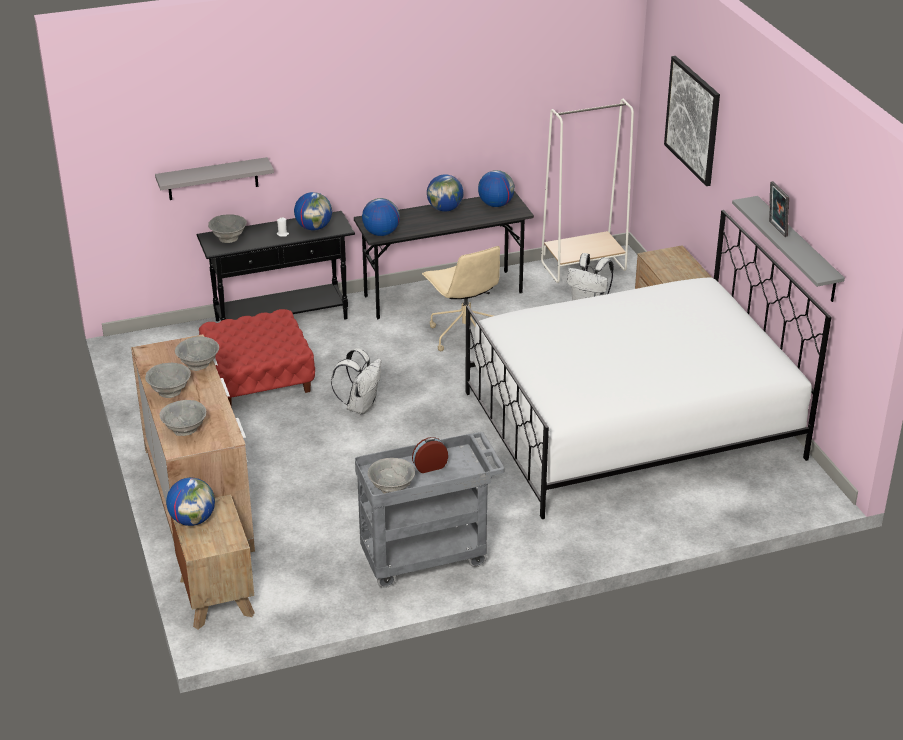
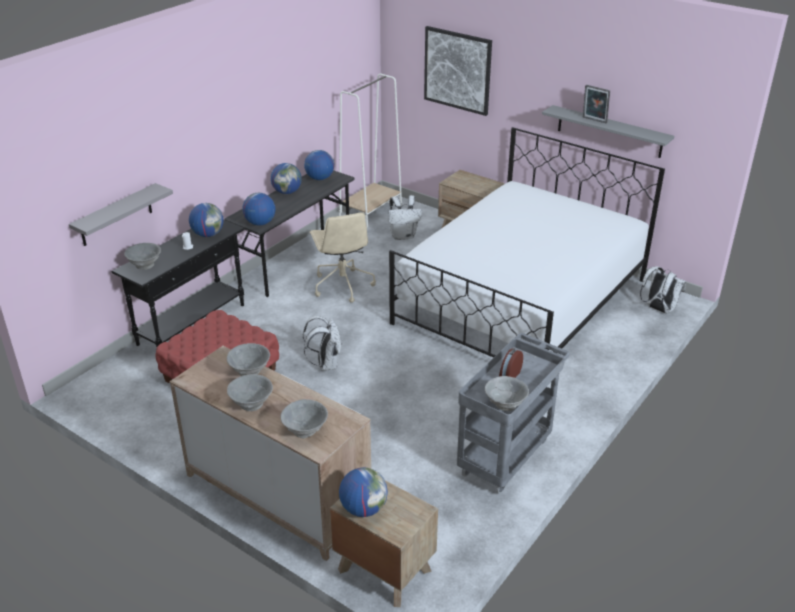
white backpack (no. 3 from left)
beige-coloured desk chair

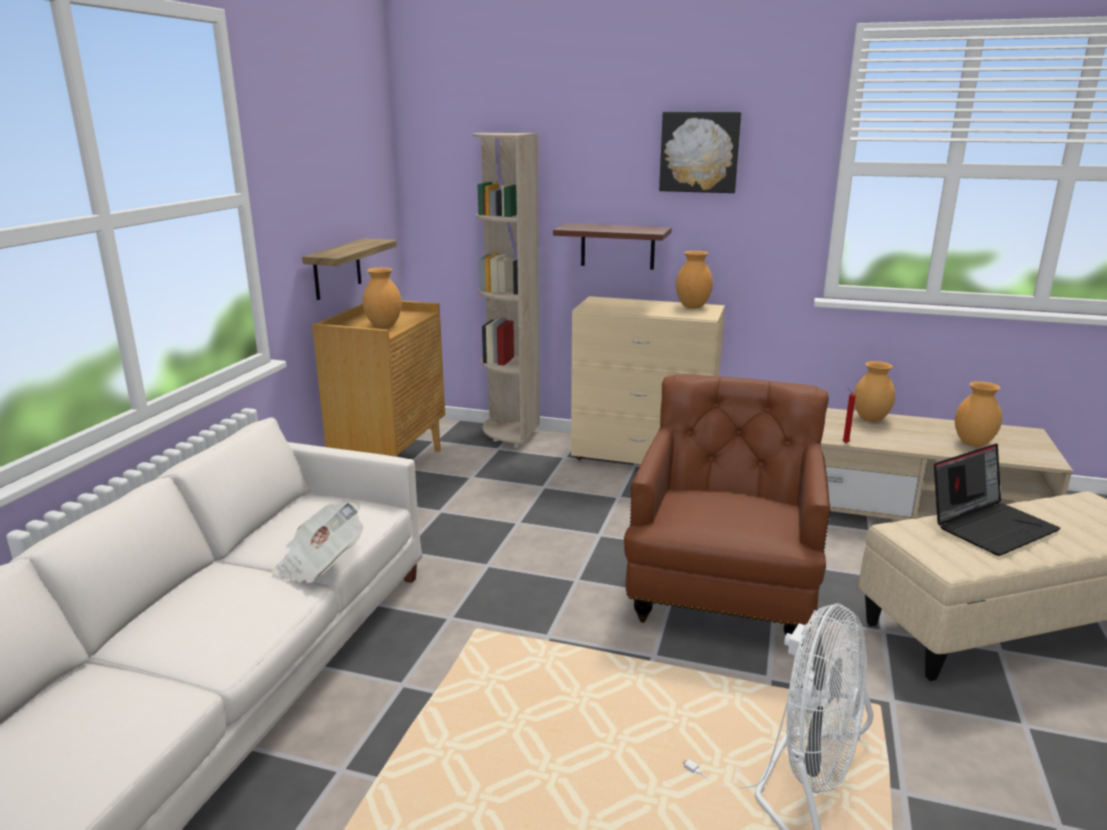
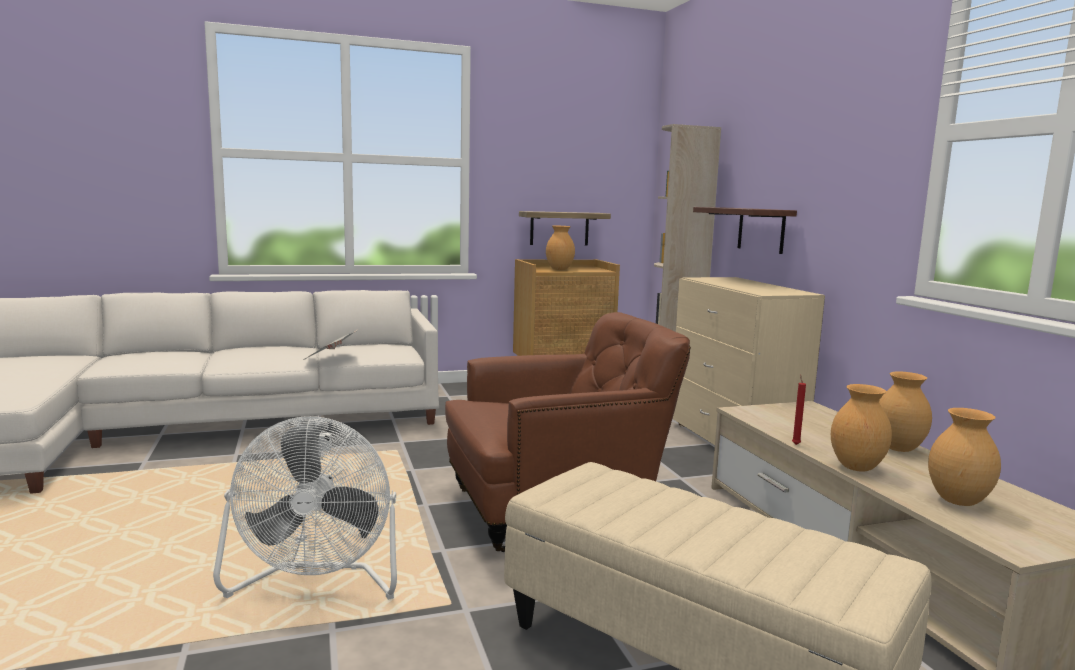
wall art
portable computer
brown flower vase (no. 2 from left)

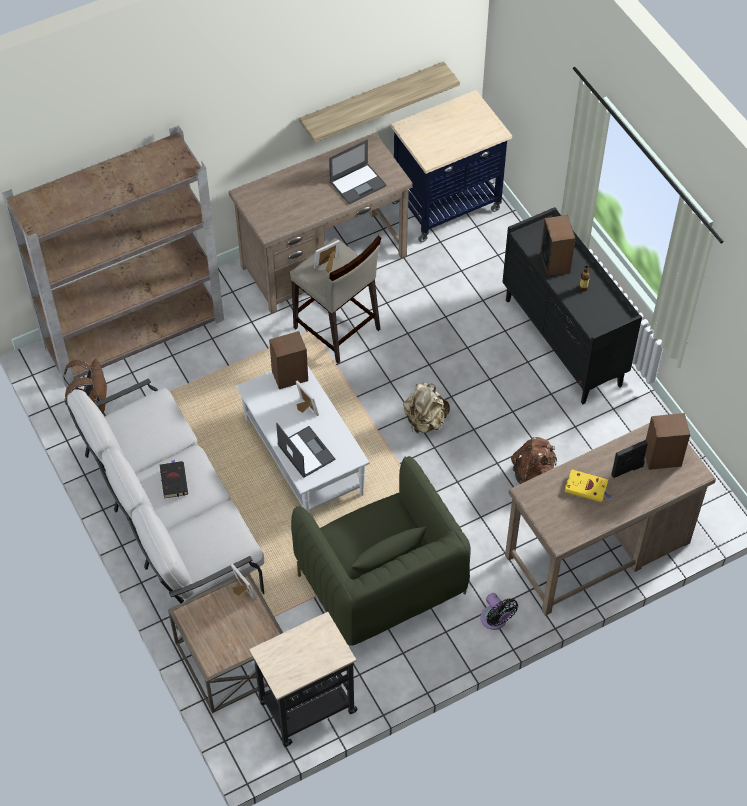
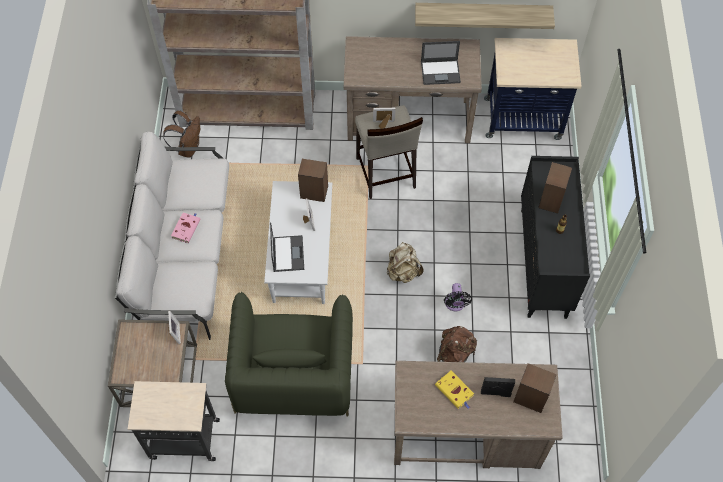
black electric fan
pink-coloured volume

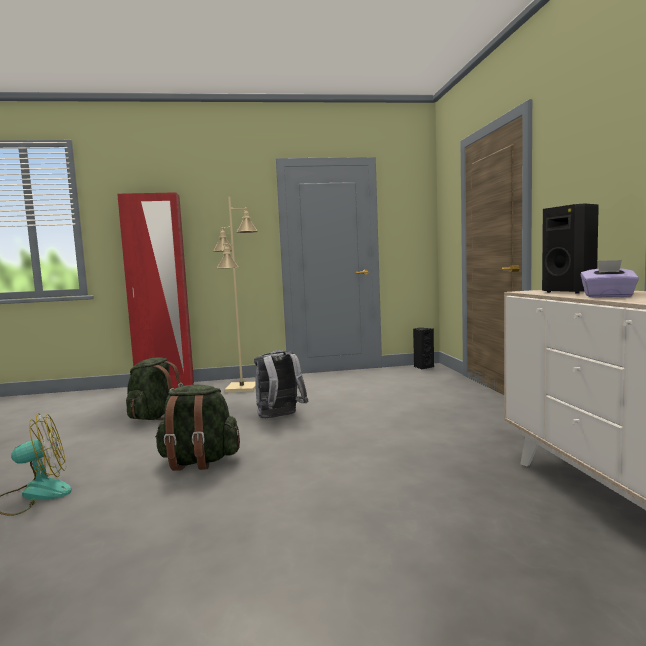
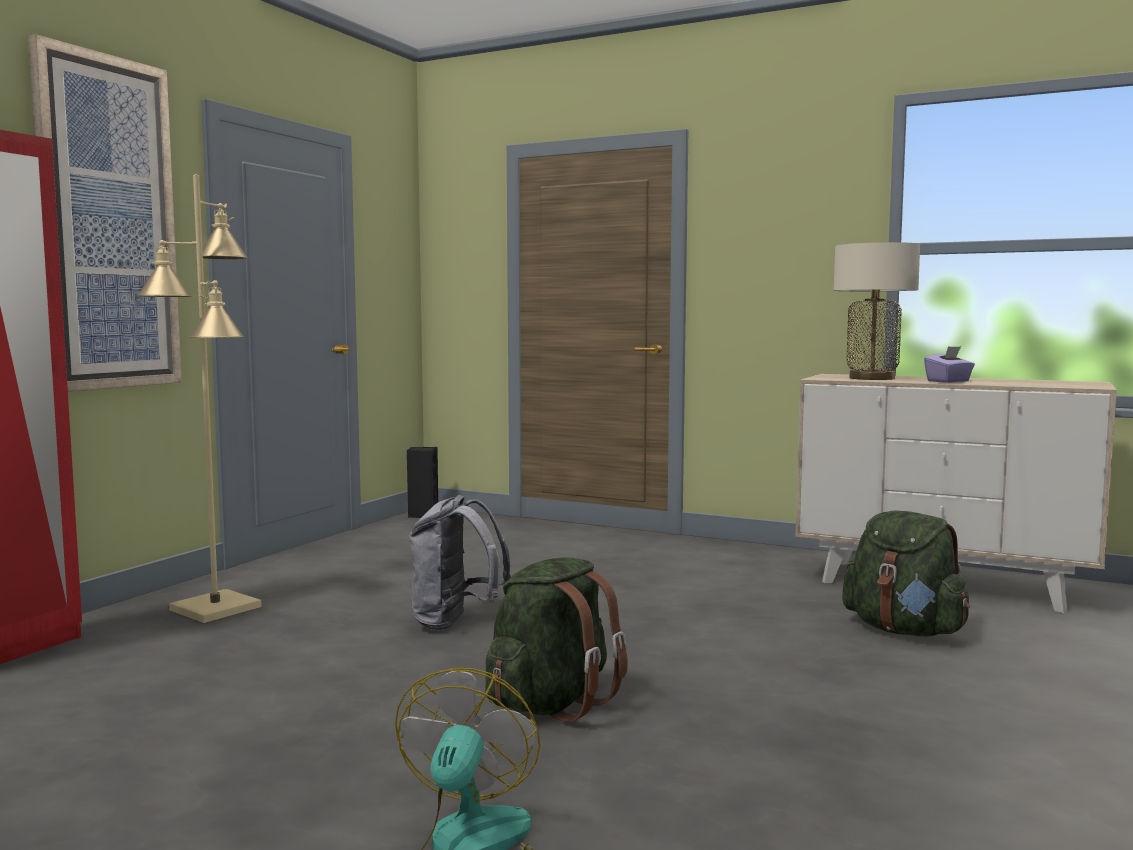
wall art
greenish backpack (no. 2 from left)
tabletop lamp

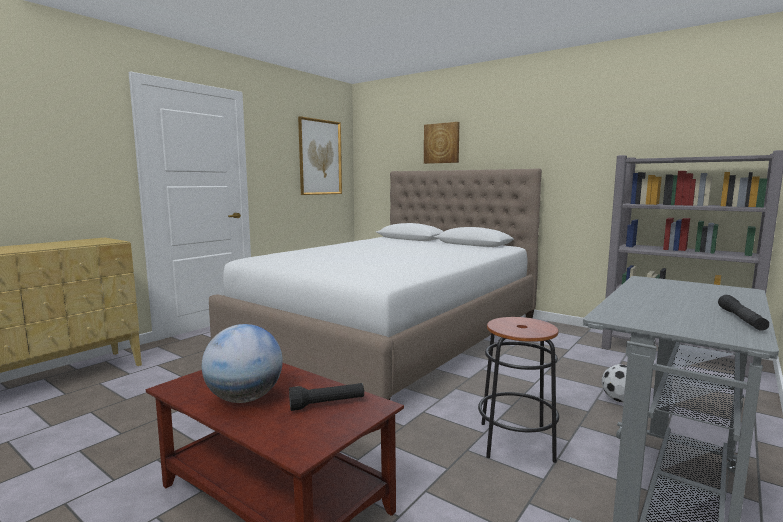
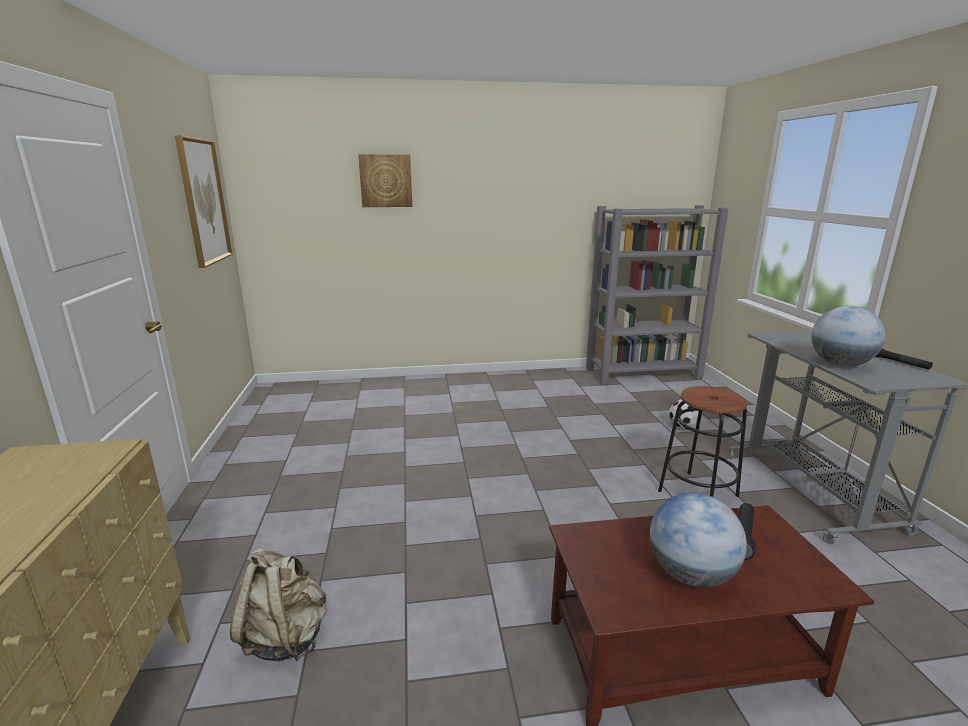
white sleeping bed
beige-coloured backpack
world globe (no. 2 from left)

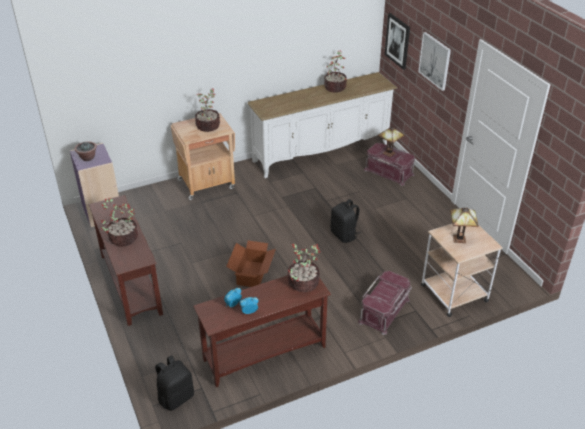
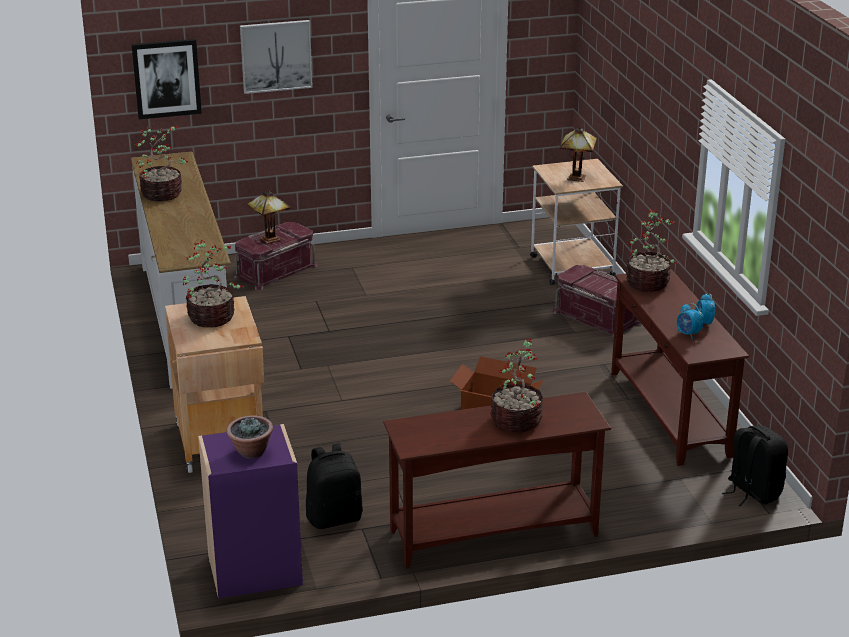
black backpack (no. 1 from left)

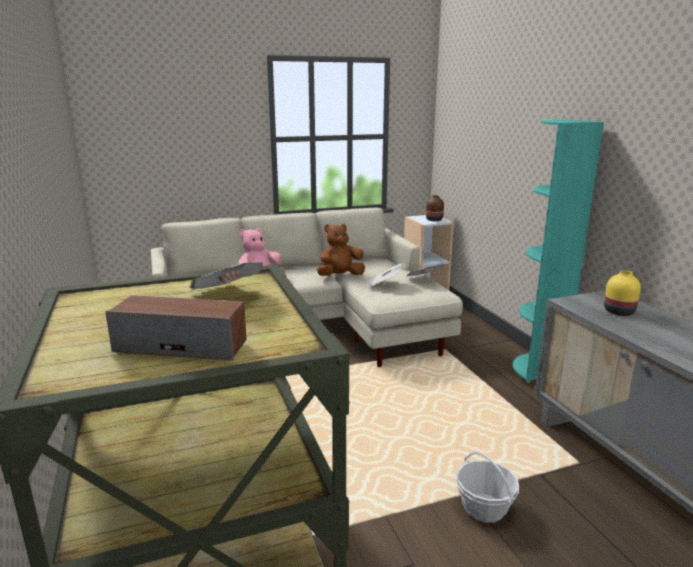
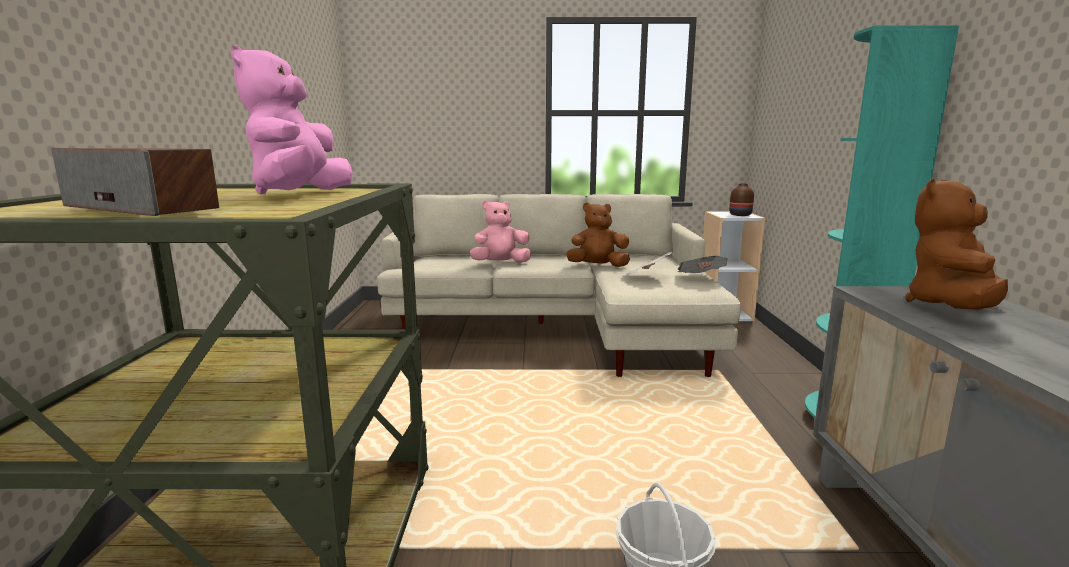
pink-coloured cuddly toy (no. 1 from left)
brown cuddly toy (no. 2 from left)

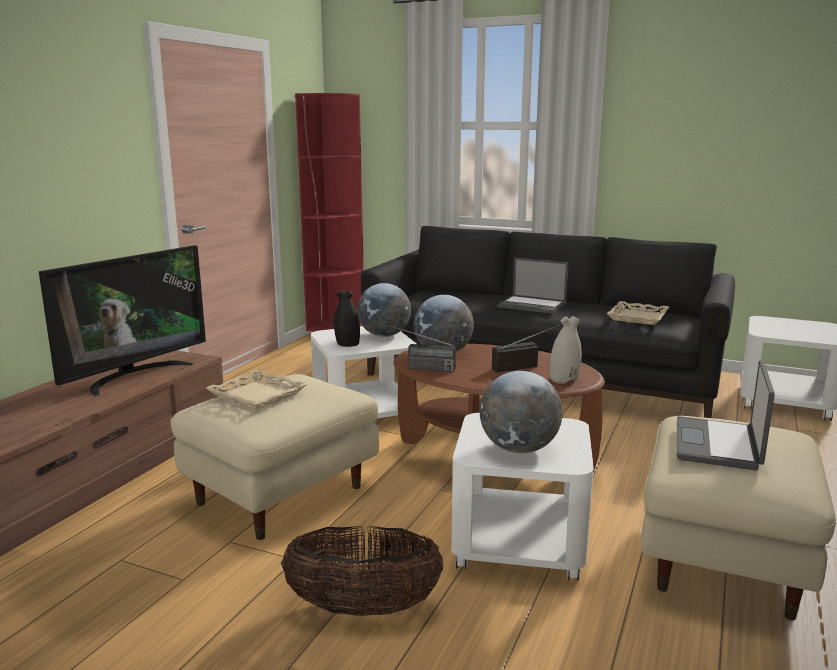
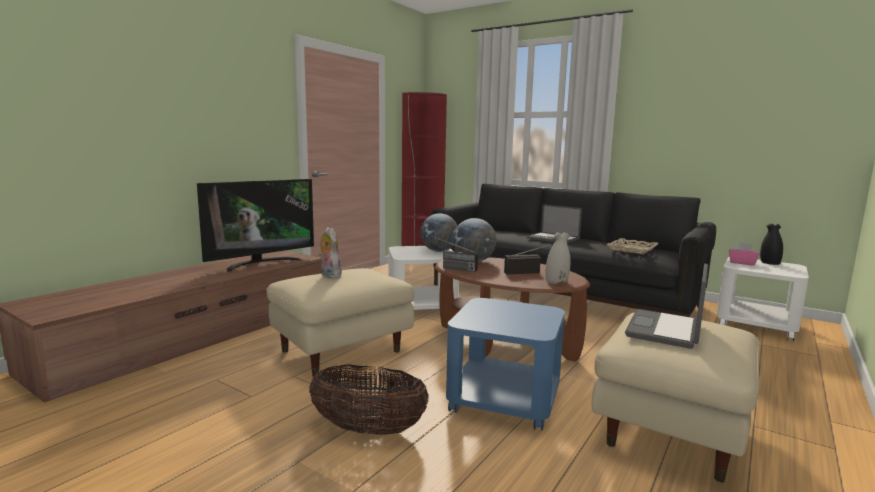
world globe (no. 3 from left in the first image)
pink-coloured box of tissues
black flower vase
cuddly toy
bluish accent table

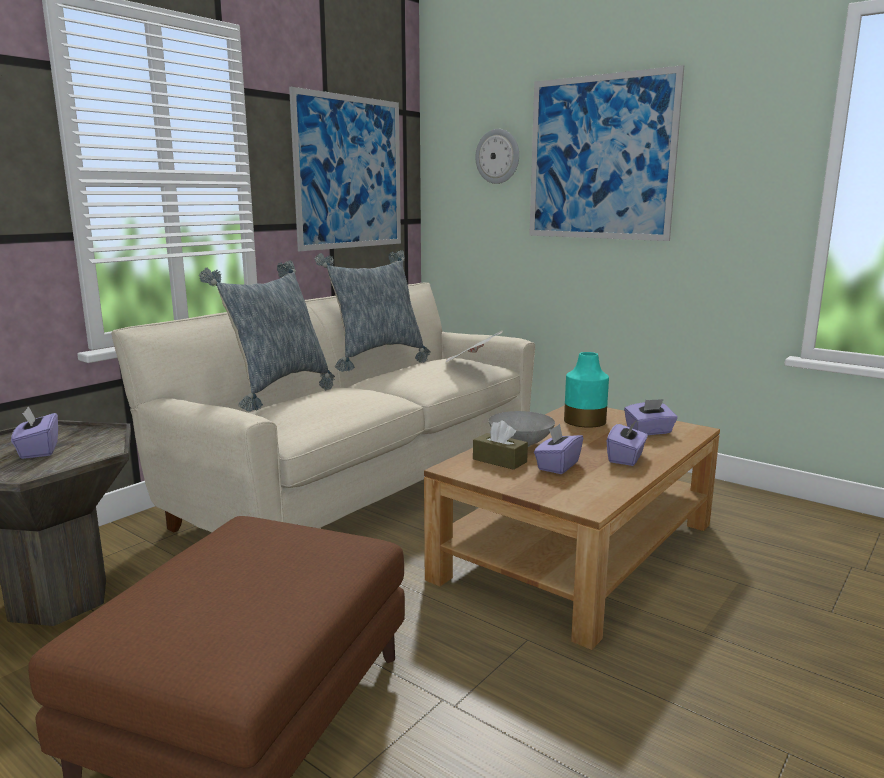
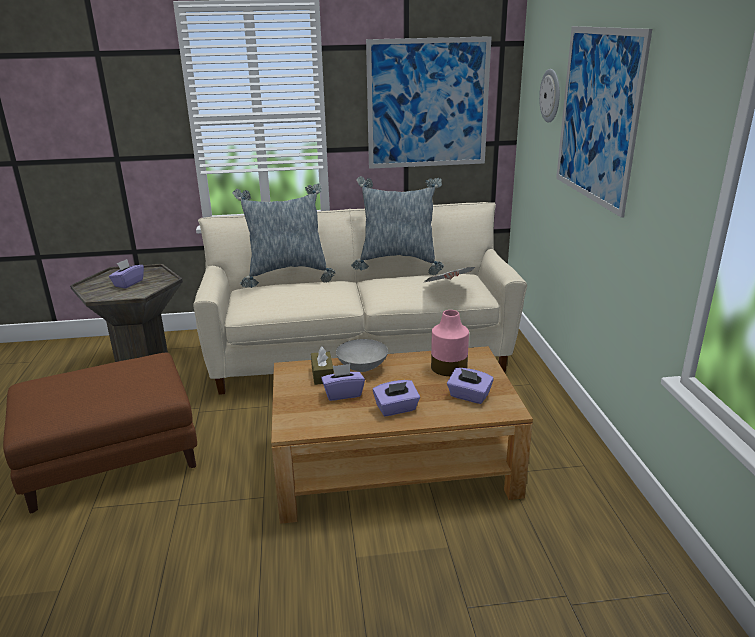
pink-coloured flower vase

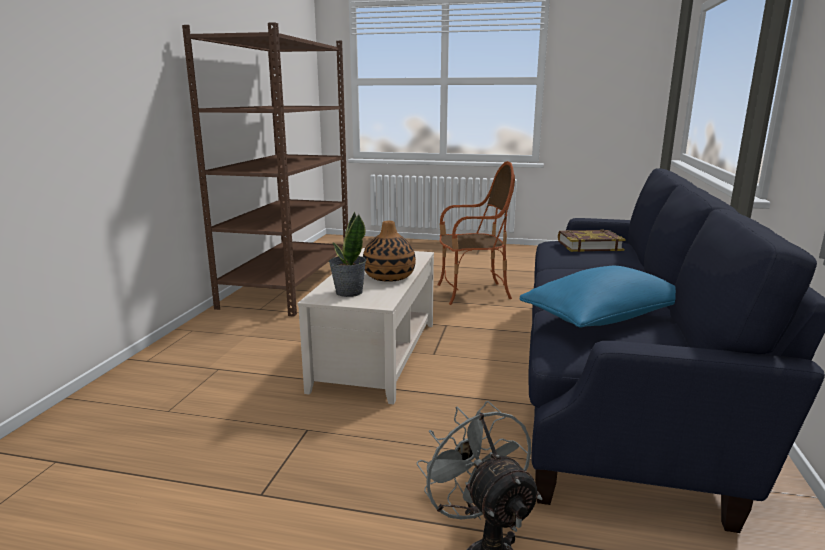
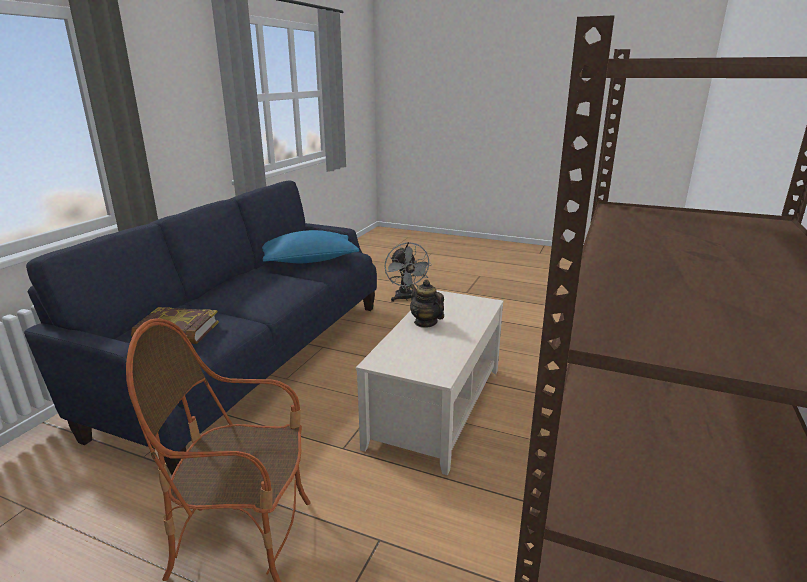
plant in a pot
tea pot

